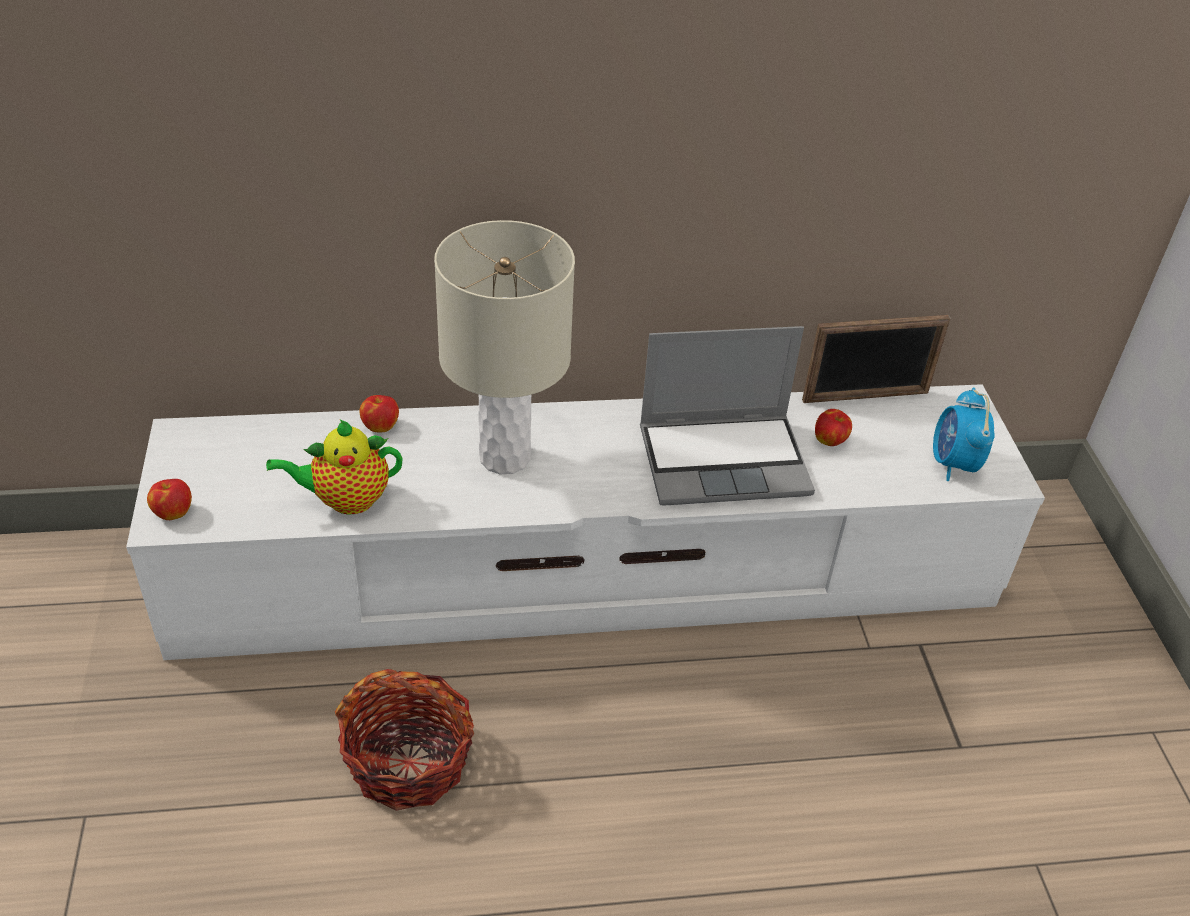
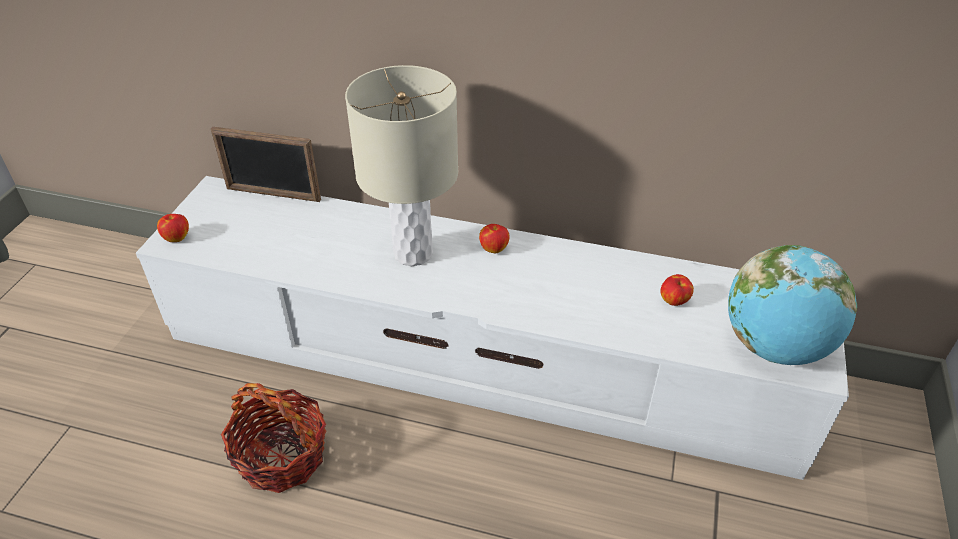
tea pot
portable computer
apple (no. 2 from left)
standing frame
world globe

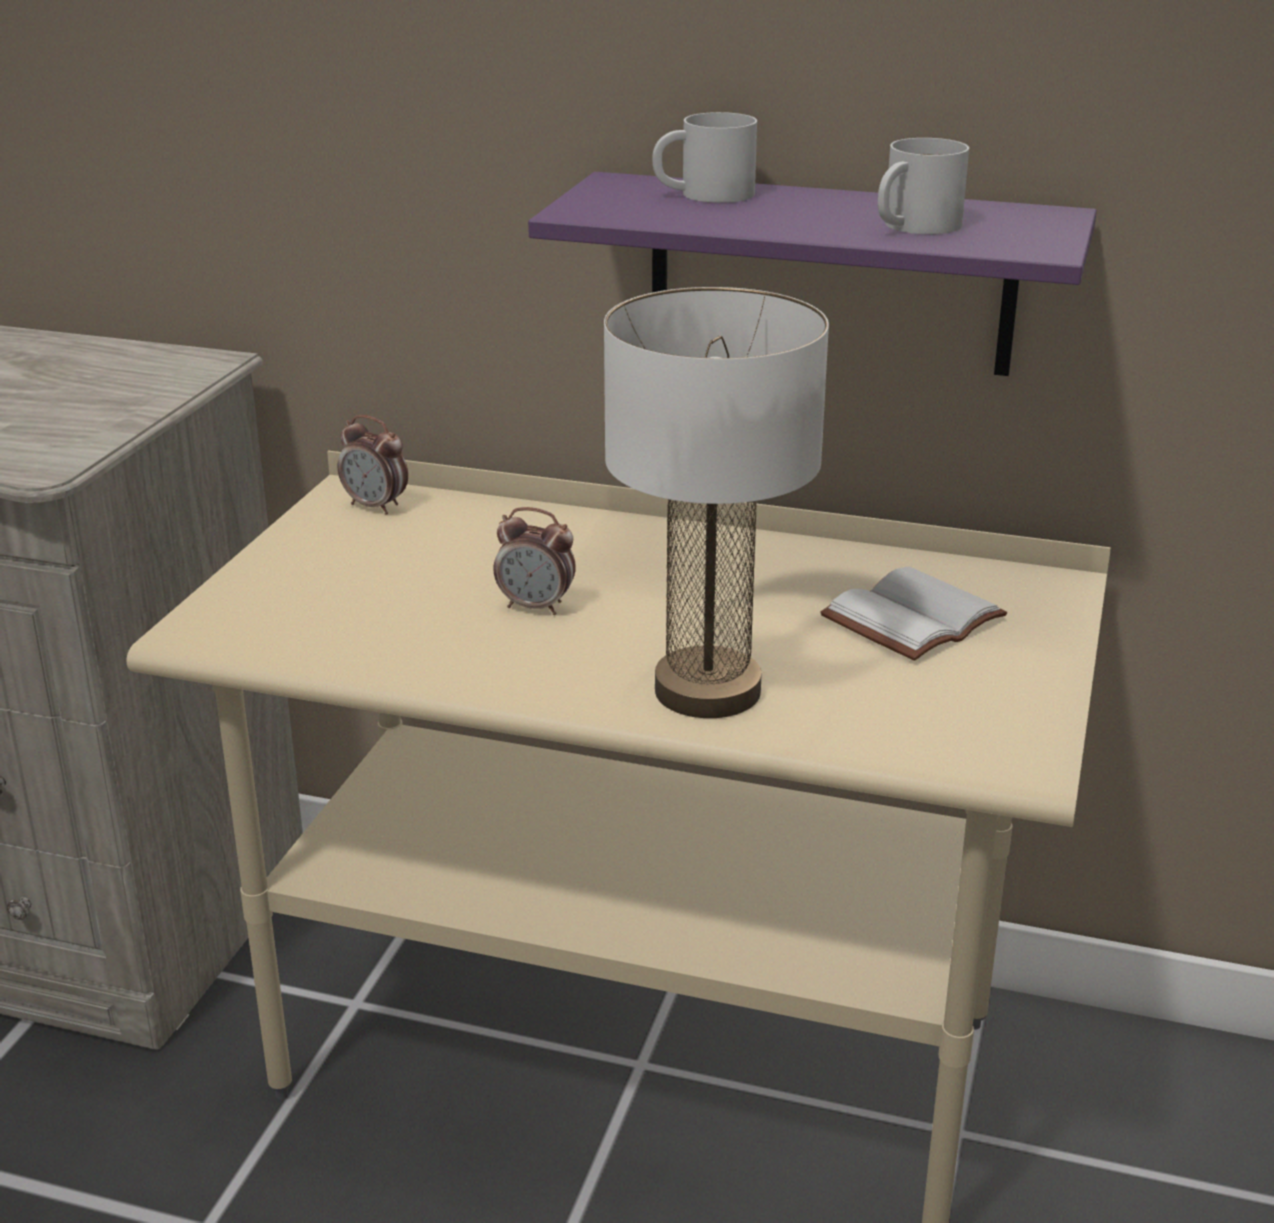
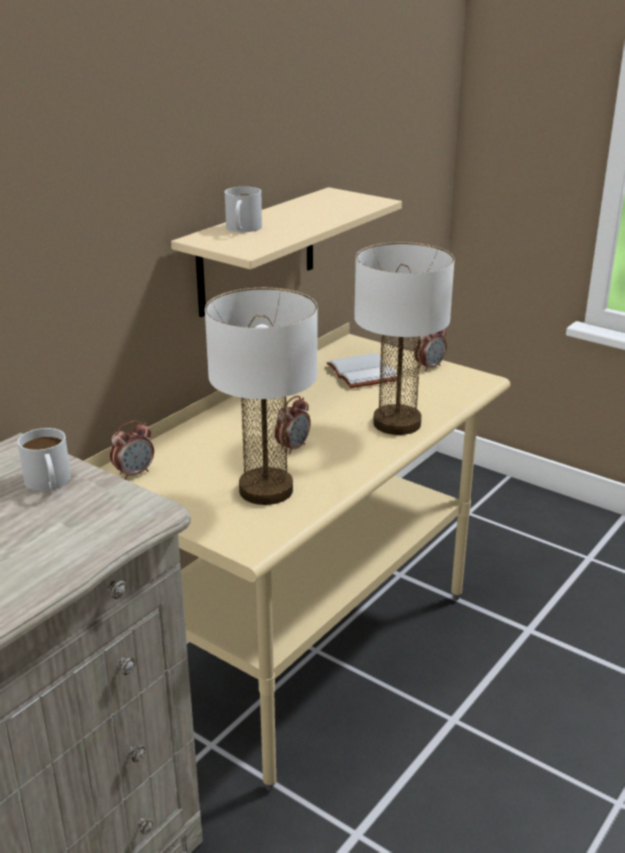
tabletop lamp (no. 1 from left)
table clock (no. 3 from left)
white coffee mug (no. 1 from left)
beige-coloured bracket shelf

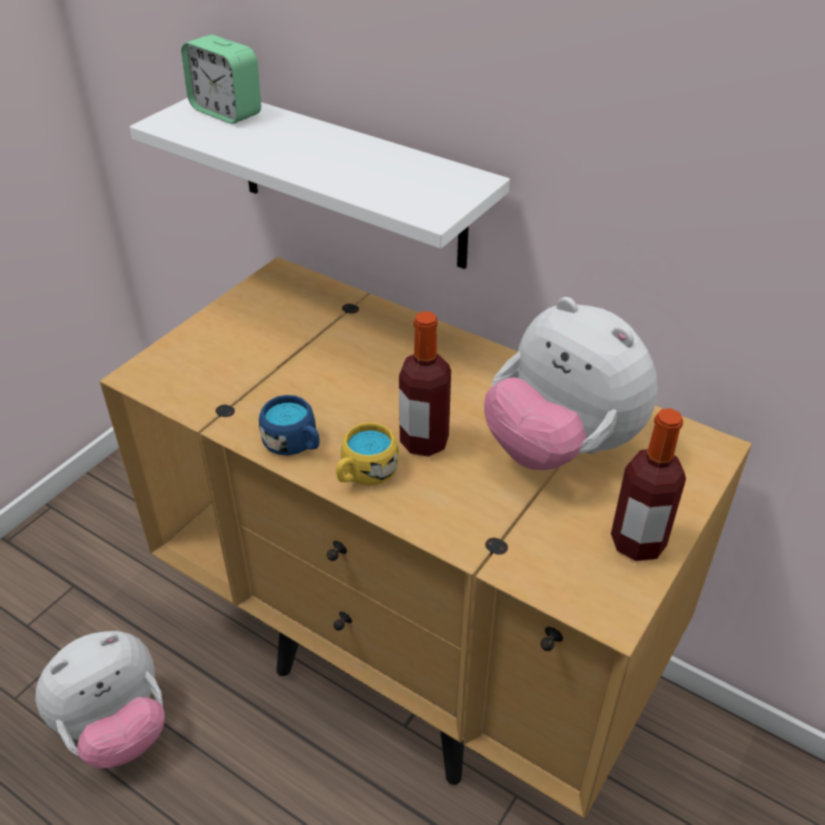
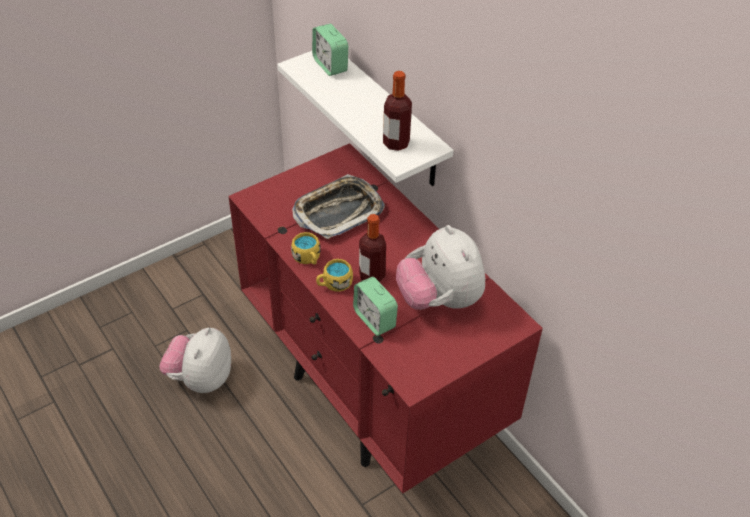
tray
table clock (no. 2 from left)
bottle (no. 2 from left)
red-coloured dresser
yellow coffee mug (no. 1 from left)
cuddly toy (no. 1 from left)

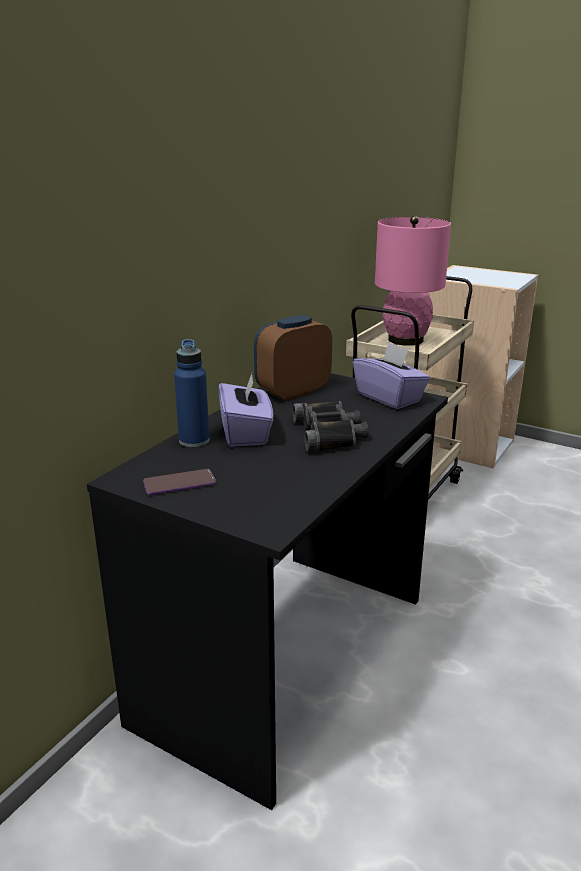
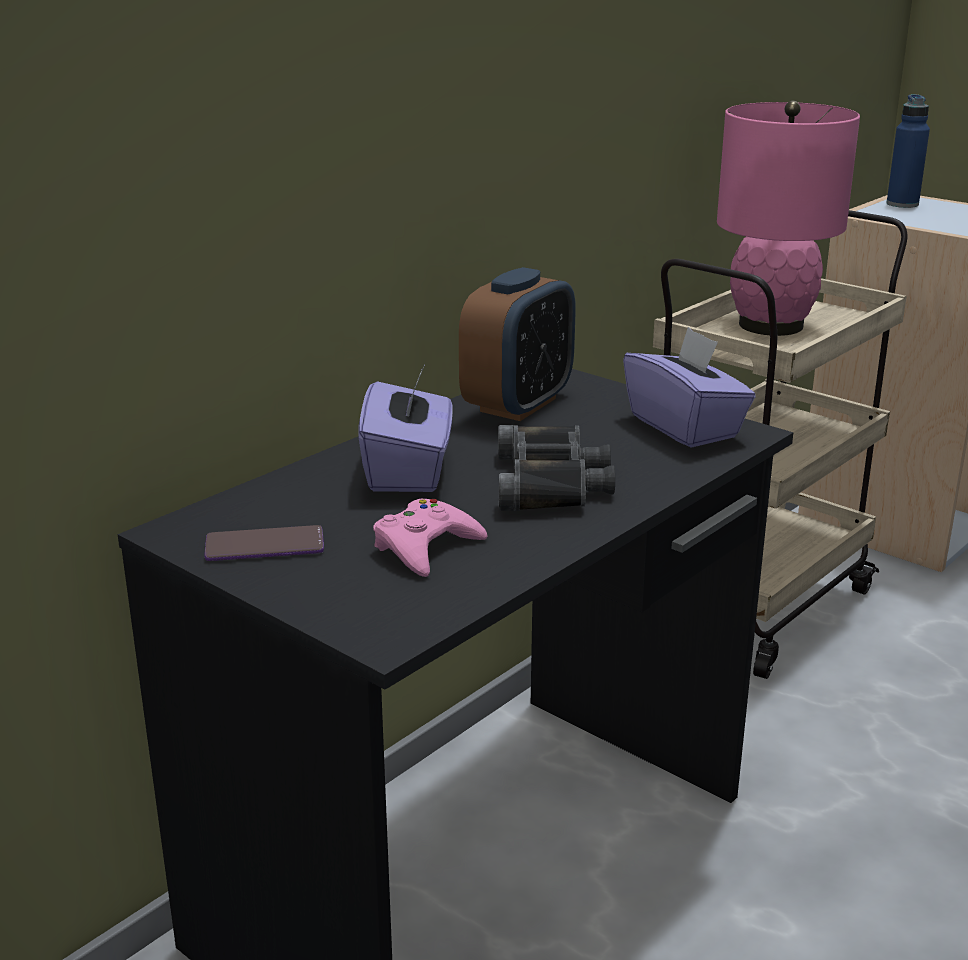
pink-coloured gamepad
bluish bottle
table clock

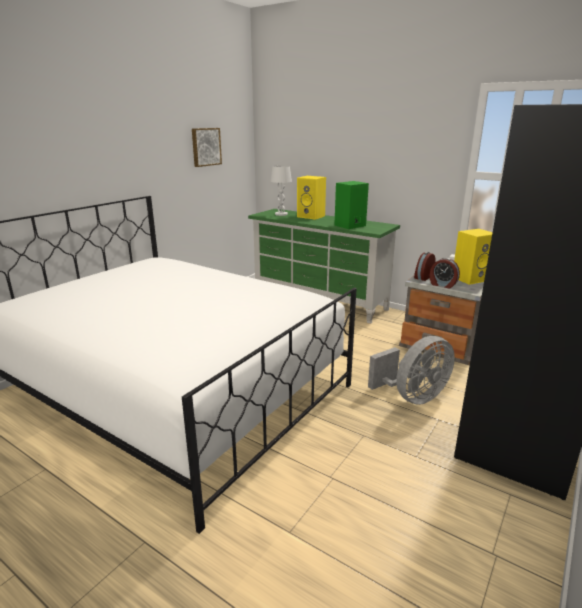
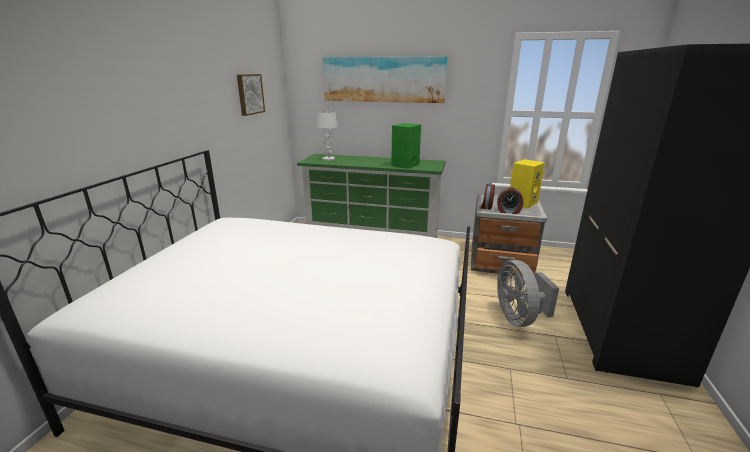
yellow speaker (no. 1 from left in the first image)
wall art (no. 2 from left)
gray electric fan

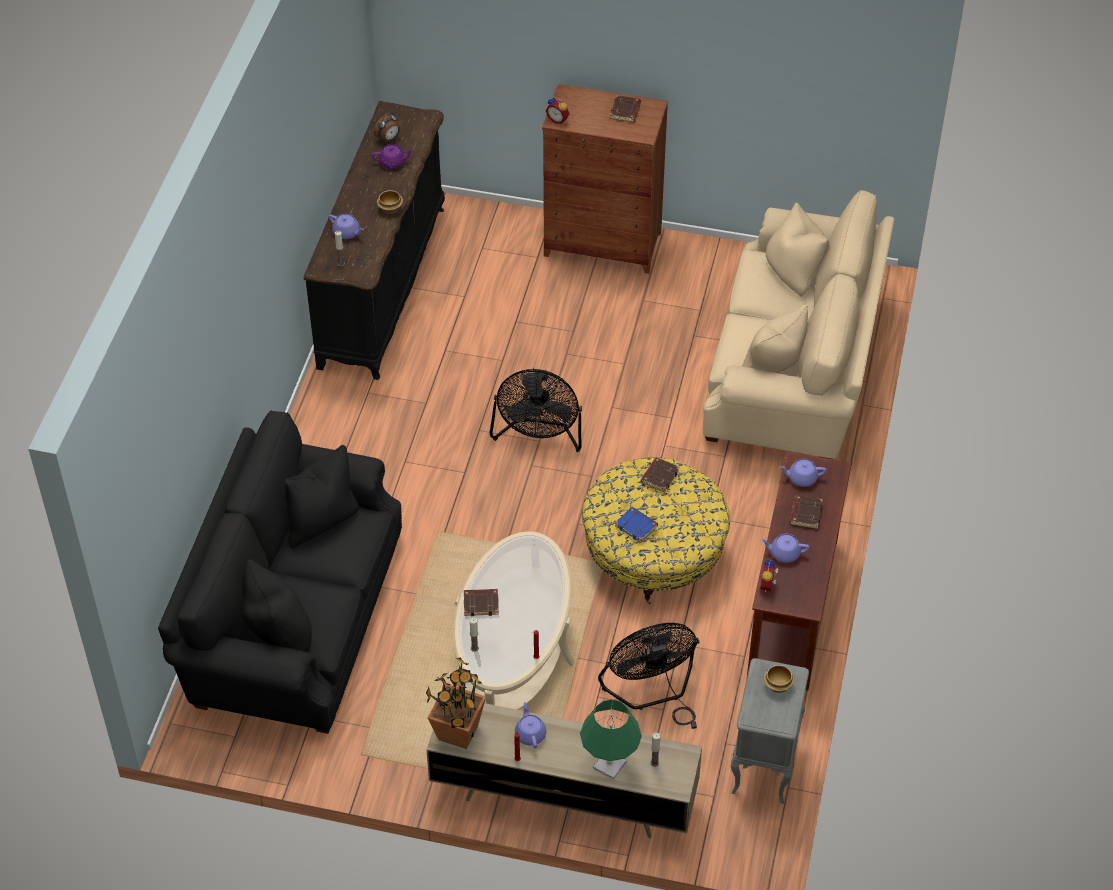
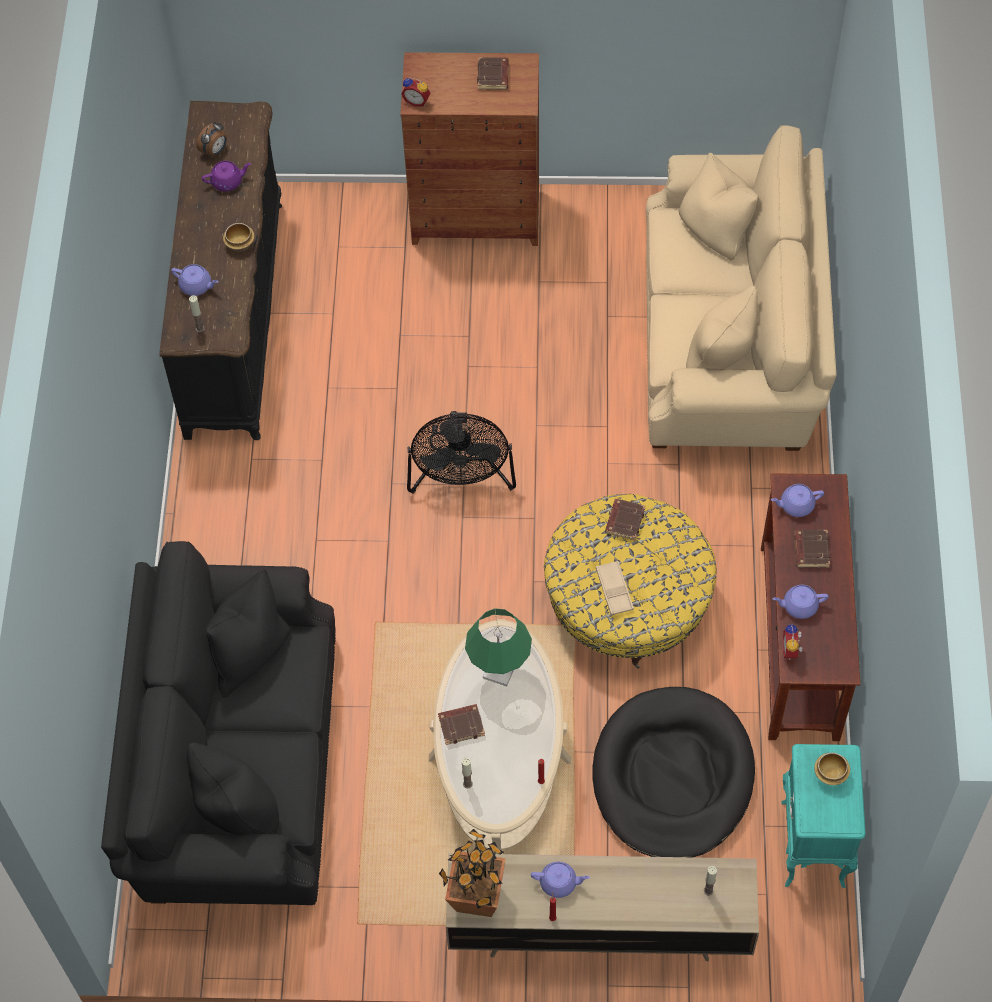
greenish tabletop lamp
black dog bed
beige-coloured tray
turquoise night table
purple-coloured tea pot (no. 3 from left)

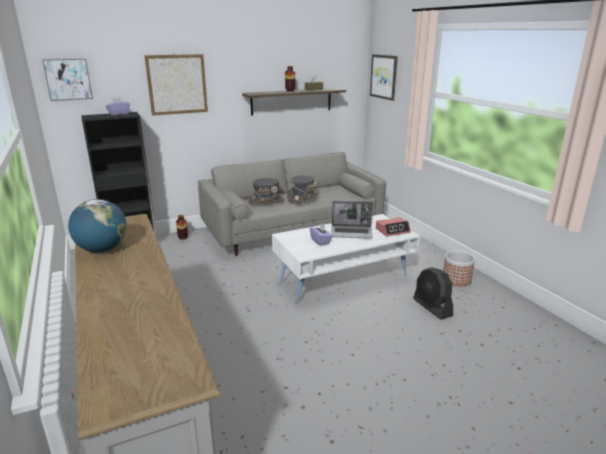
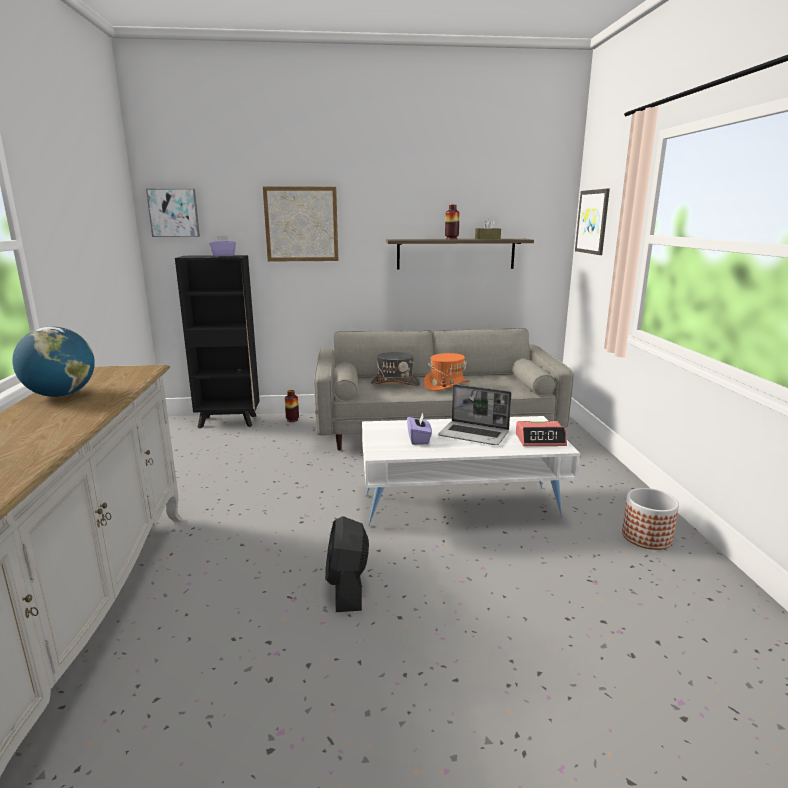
black electric fan
orangey hat

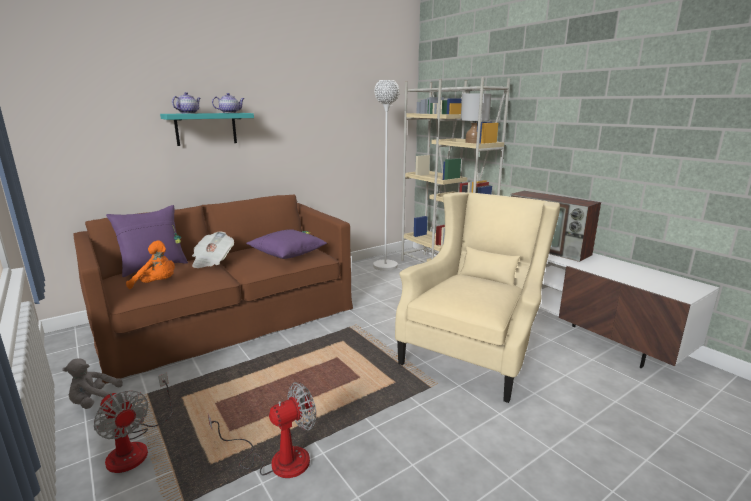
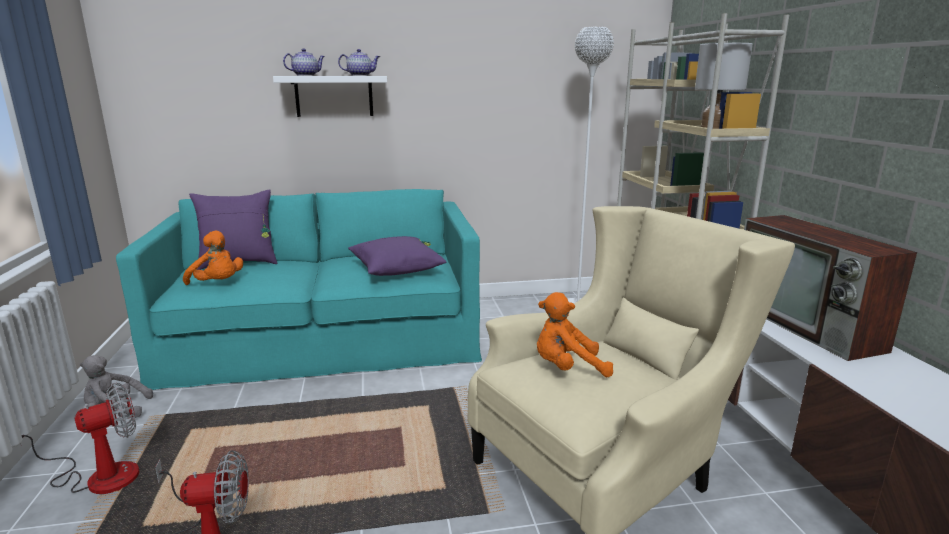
newspaper
orangey cuddly toy (no. 2 from left)
turquoise couch
white bracket shelf
electric fan (no. 1 from left)

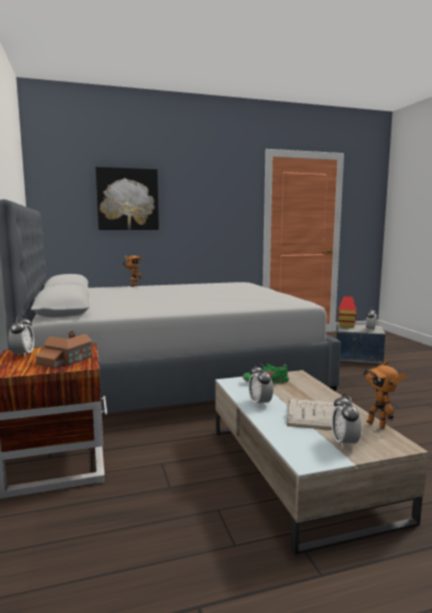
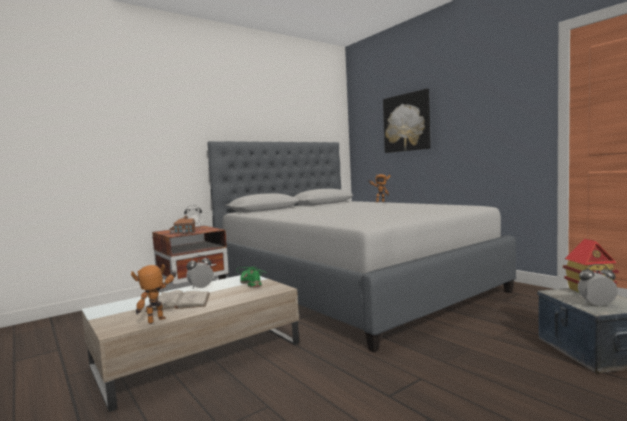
table clock (no. 3 from left in the first image)

